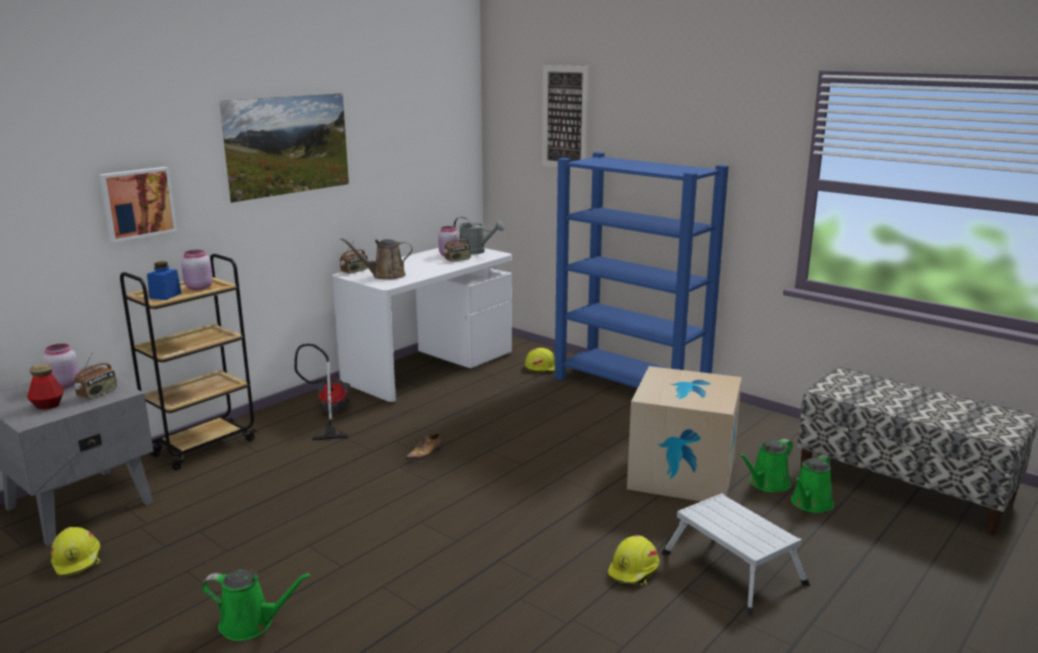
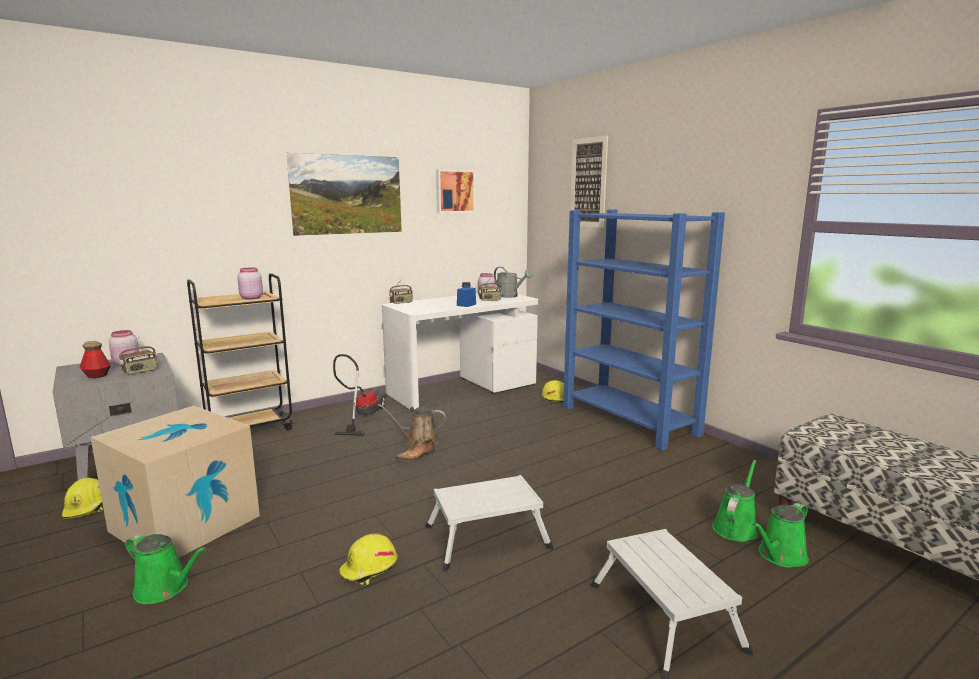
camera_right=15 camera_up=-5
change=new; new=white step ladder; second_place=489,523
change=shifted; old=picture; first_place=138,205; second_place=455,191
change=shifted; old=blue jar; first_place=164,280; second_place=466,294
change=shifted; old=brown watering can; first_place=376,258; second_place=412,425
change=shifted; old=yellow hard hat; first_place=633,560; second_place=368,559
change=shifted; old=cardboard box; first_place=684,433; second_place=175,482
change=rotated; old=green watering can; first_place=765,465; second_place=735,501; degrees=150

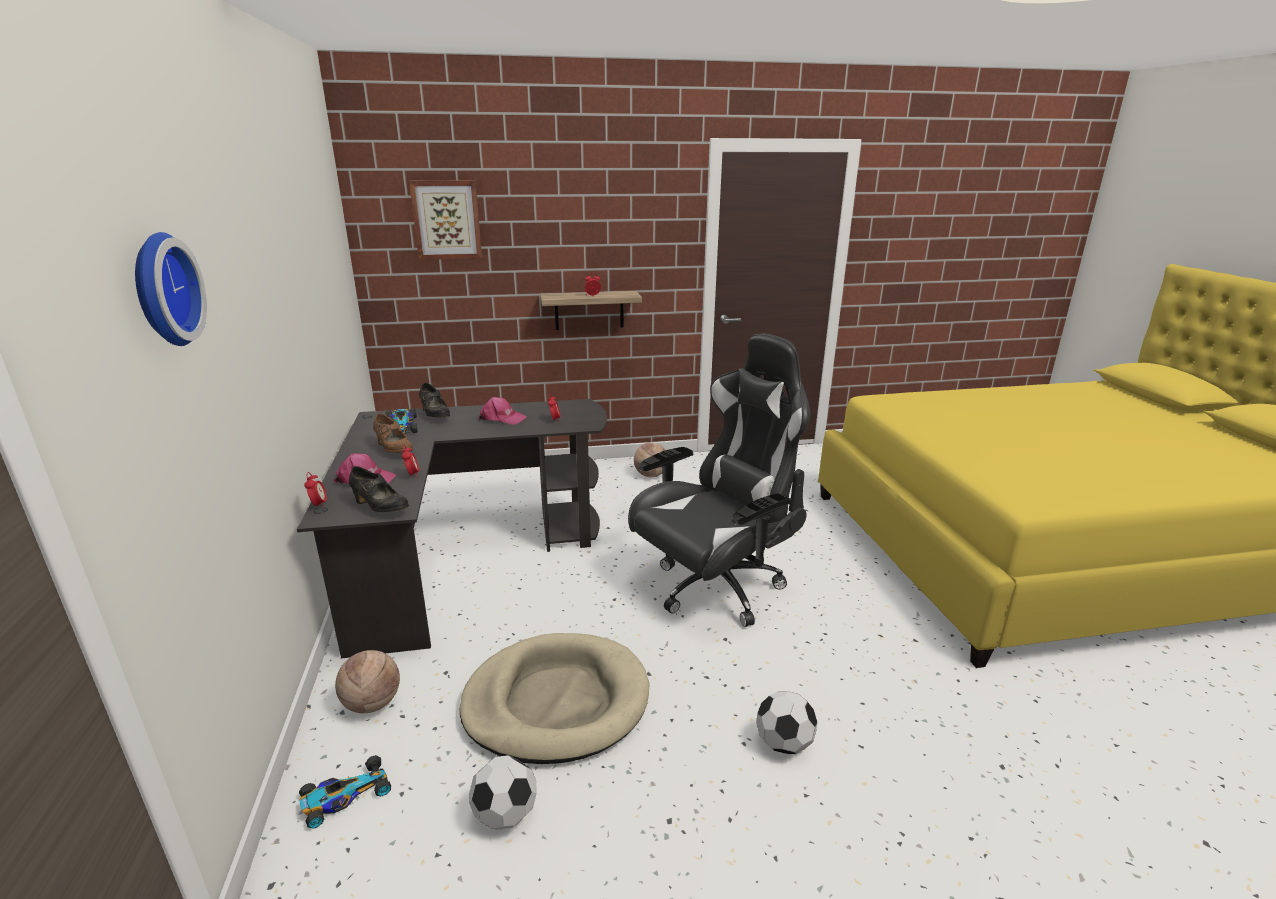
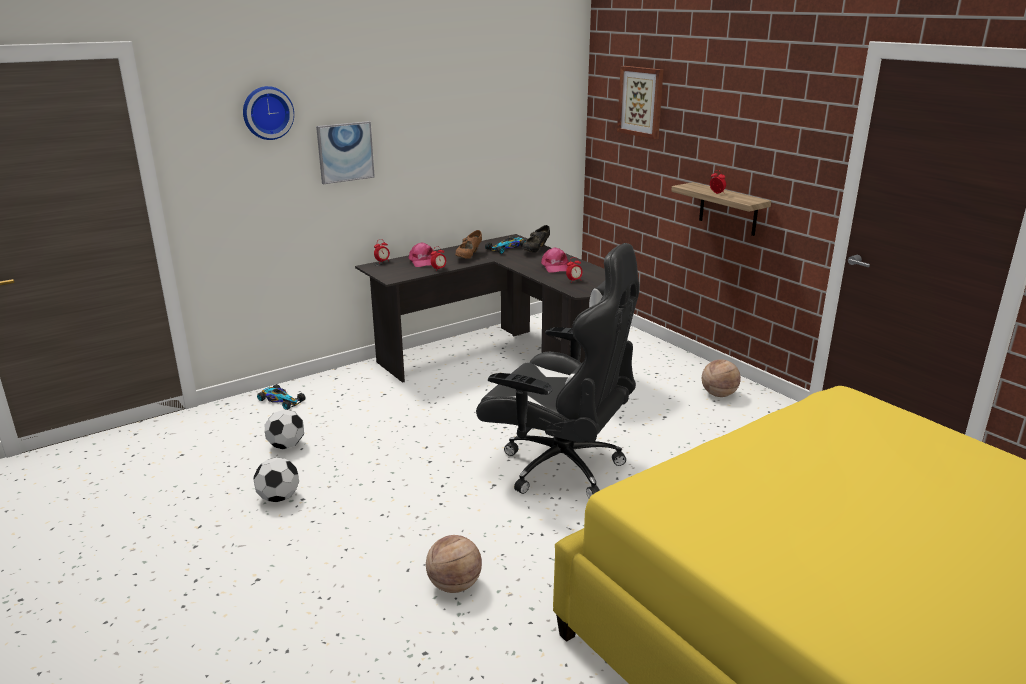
camera_right=65 camera_up=0
change=gone; old=black shoe; first_place=379,489
change=gone; old=beige dog bed; first_place=555,698
change=new; new=picture; second_place=345,152
change=shifted; old=basketball; first_place=367,681; second_place=454,564
change=shifted; old=football; first_place=786,722; second_place=276,479

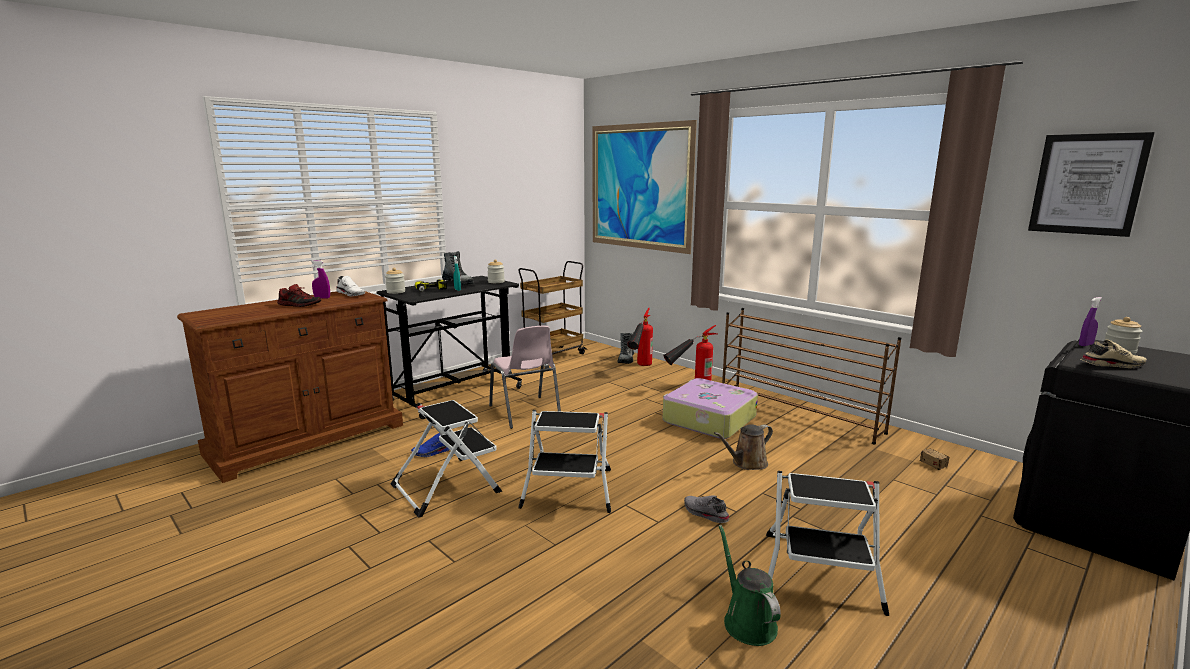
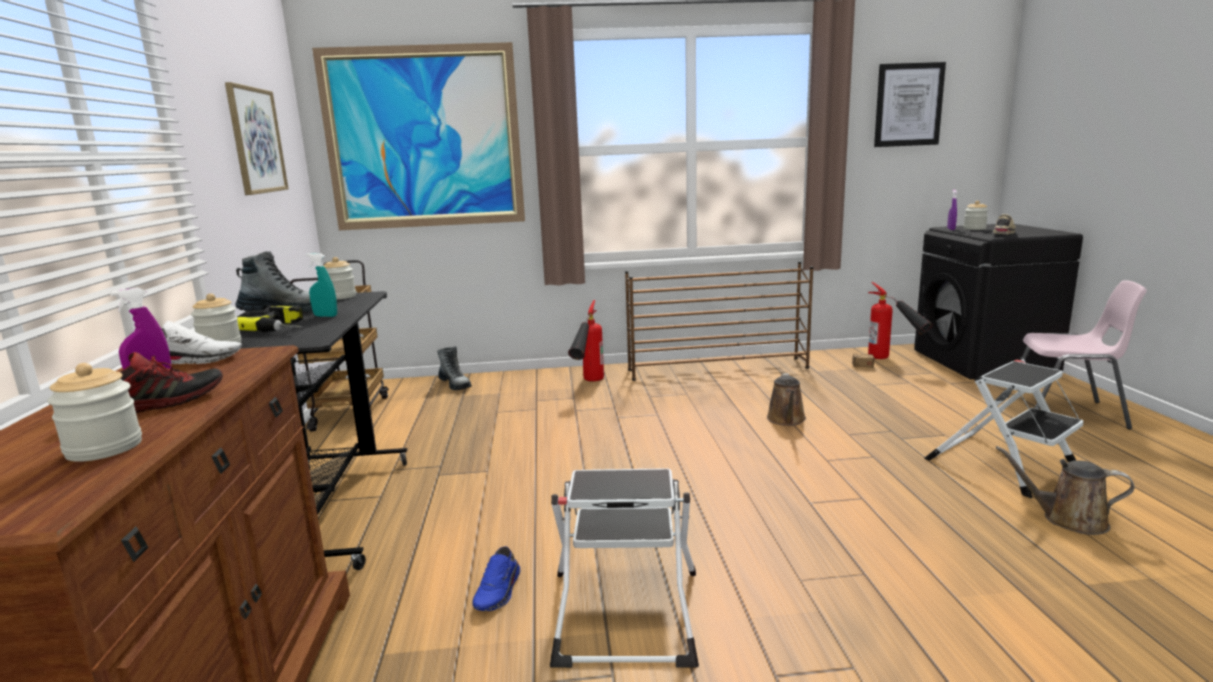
camera_right=-50 camera_up=0
change=gone; old=step ladder; first_place=564,461
change=gone; old=suitcase; first_place=710,408
change=gone; old=grey shoe; first_place=707,509
change=new; new=jar; second_place=94,412
change=new; new=picture; second_place=257,138
change=shifted; old=pink chair; first_place=525,377; second_place=1077,354
change=shifted; old=fire extinguisher; first_place=640,337; second_place=900,320
change=repainted; old=green watering can; new=brown watering can; first_place=750,585; second_place=1065,490

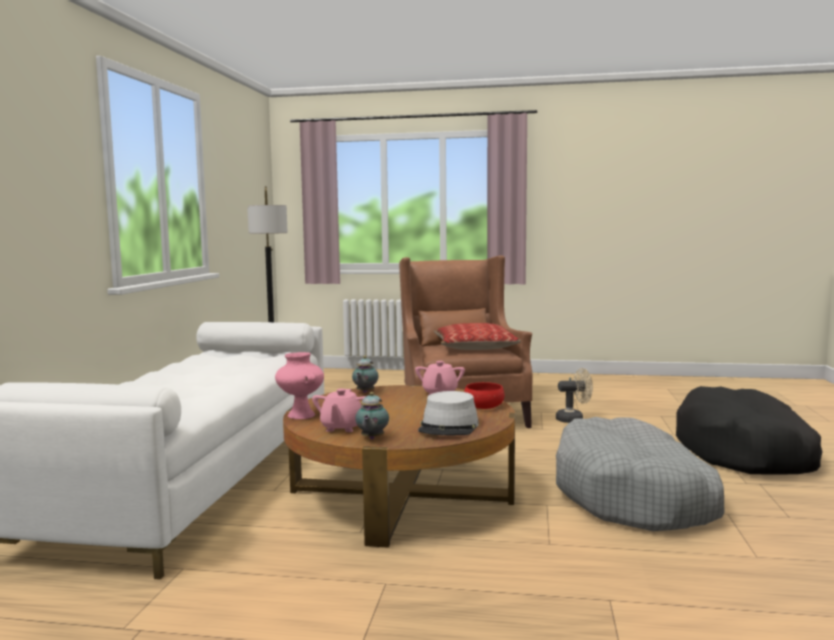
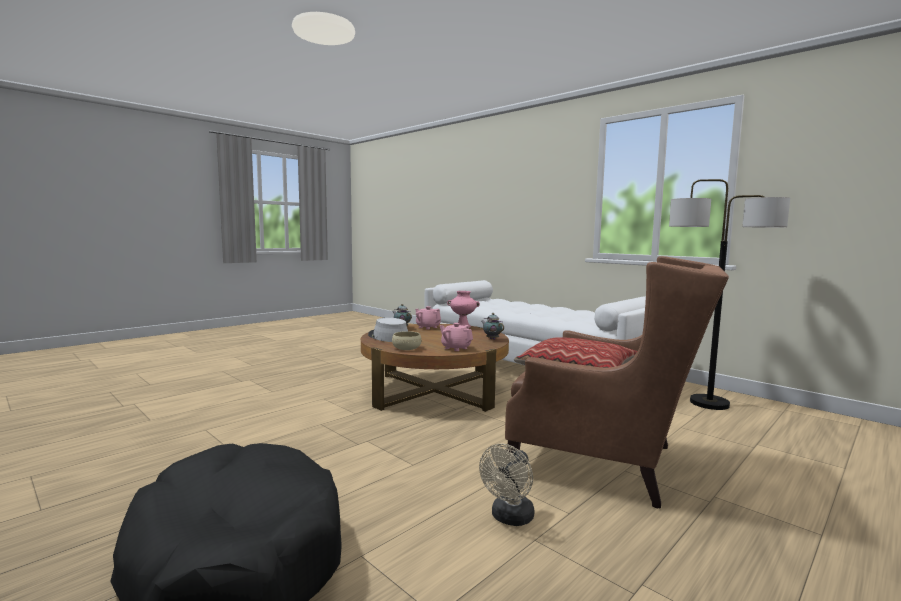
camera_right=125 camera_up=0
change=gone; old=grey dog bed; first_place=640,474
change=repainted; old=red bowl; new=beige bowl; first_place=484,395; second_place=407,340

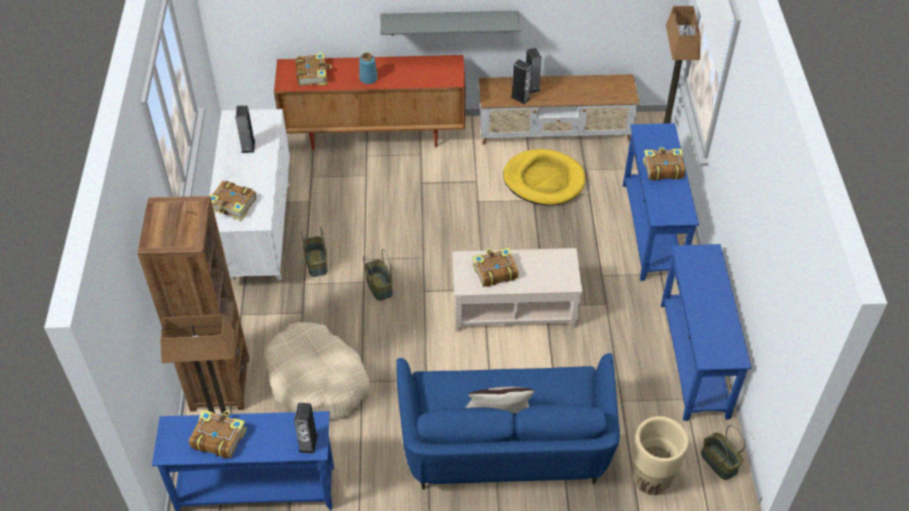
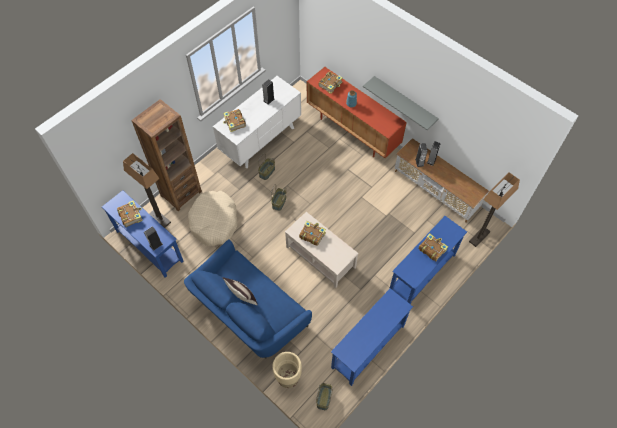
camera_right=45 camera_up=10
change=gone; old=yellow dog bed; first_place=544,177

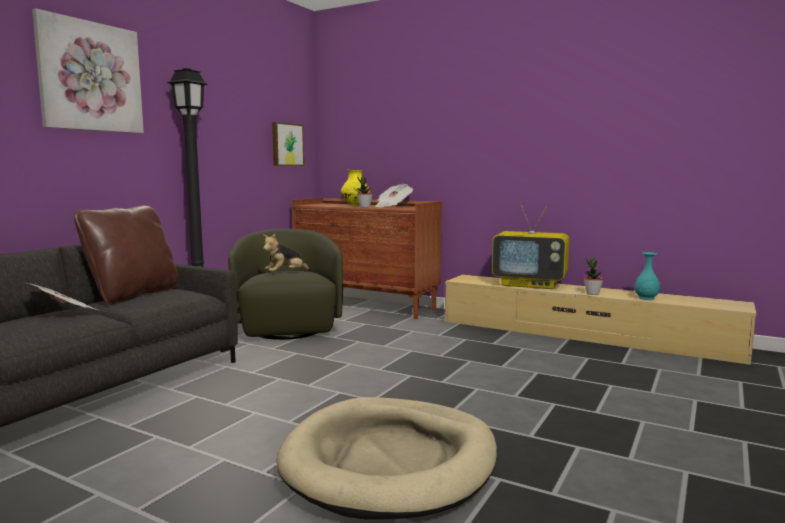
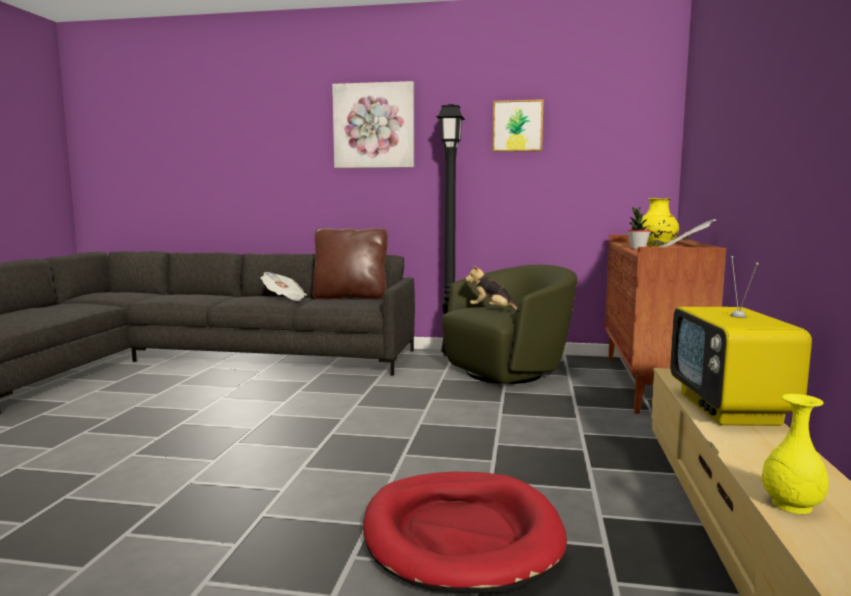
camera_right=70 camera_up=0
change=gone; old=beige dog bed; first_place=386,458
change=gone; old=potted plant; first_place=594,276
change=new; new=red dog bed; second_place=465,532
change=shifted; old=picture; first_place=288,144; second_place=518,125
change=repainted; old=turquoise vase; new=yellow vase; first_place=647,276; second_place=795,454

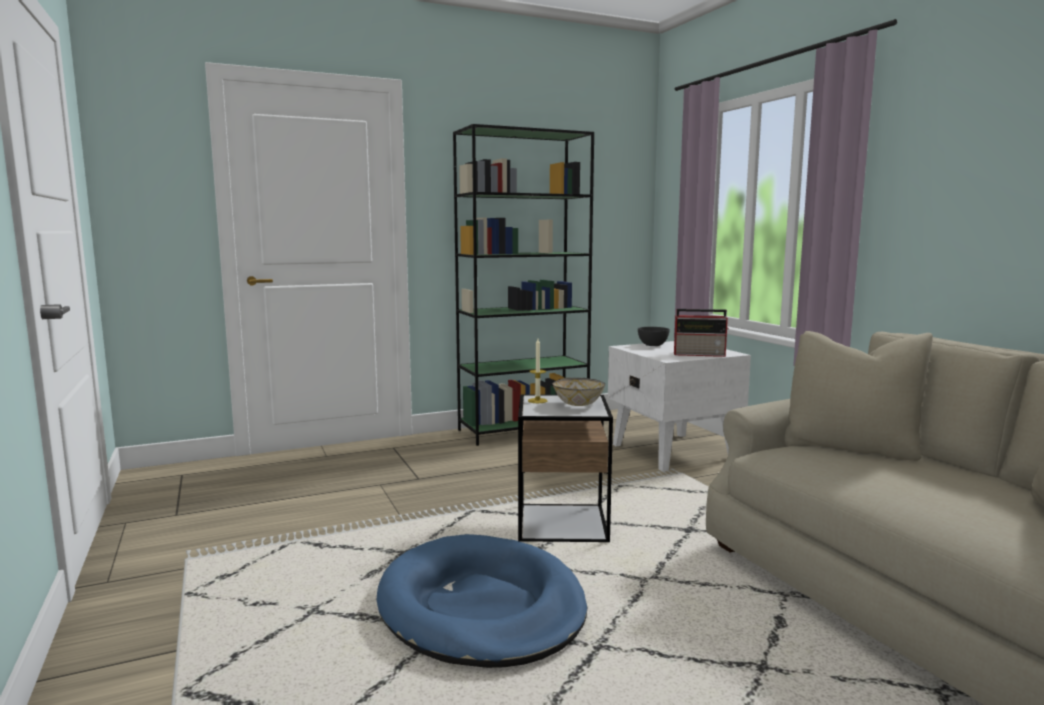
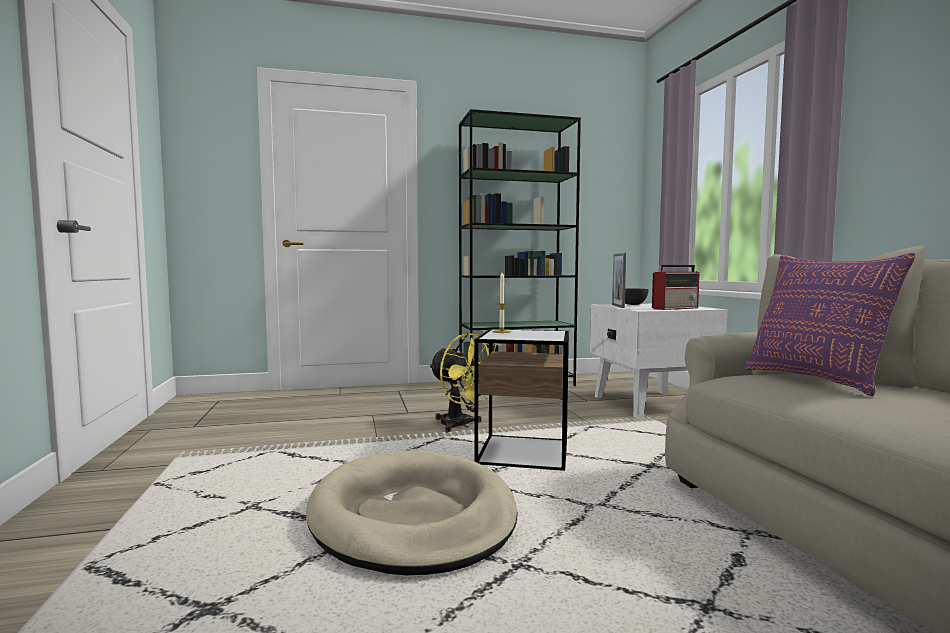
camera_right=10 camera_up=-5
change=gone; old=bowl; first_place=579,392
change=new; new=yellow fan; second_place=462,382
change=new; new=picture frame; second_place=619,280
change=new; new=purple pillow; second_place=830,324
change=repainted; old=blue dog bed; new=beige dog bed; first_place=482,601; second_place=412,512
change=rotated; old=radio; first_place=701,333; second_place=676,287; degrees=-45

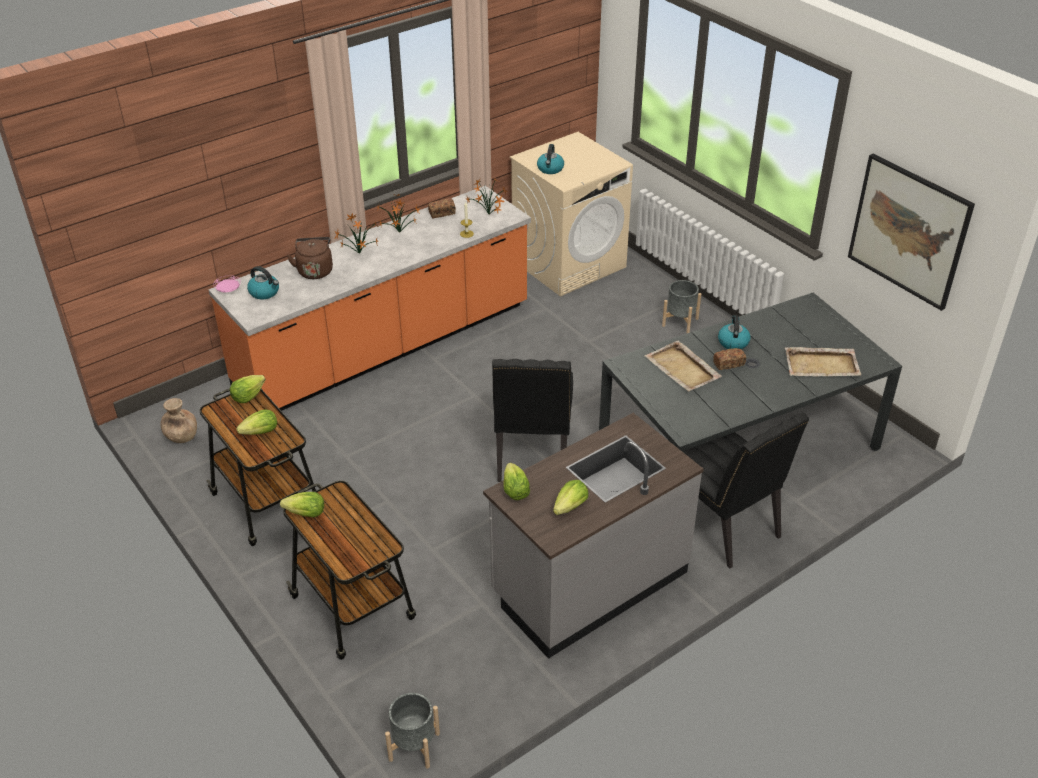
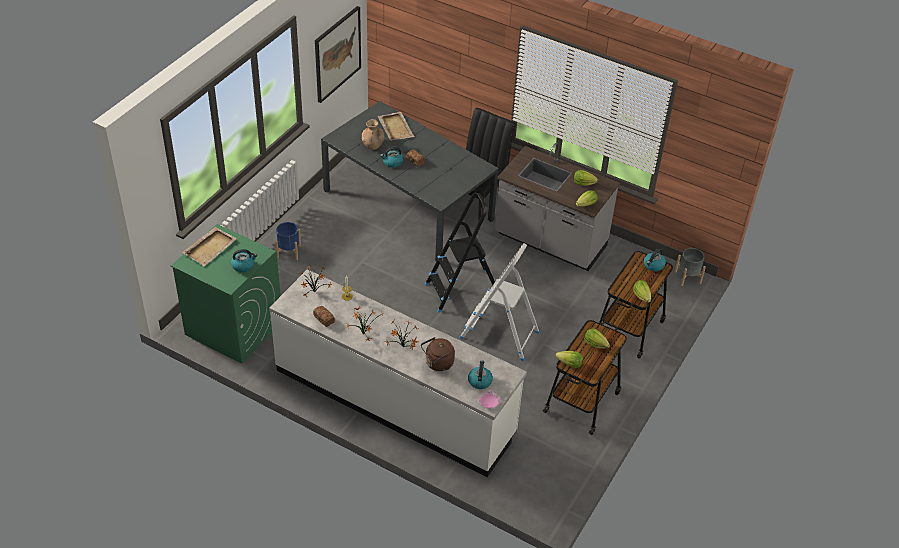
camera_right=-115 camera_up=5
change=new; new=white step ladder; second_place=499,302
change=new; new=kettle; second_place=655,259
change=shifted; old=brown vase; first_place=178,420; second_place=373,134
change=shifted; old=beige tray; first_place=683,366; second_place=209,246
change=swapped; old=black chair; new=black step ladder; first_place=532,420; second_place=460,252
change=repainted; old=orange counter; new=white counter; first_place=370,299; second_place=398,373
change=repainted; old=beige washing machine; new=green washing machine; first_place=571,214; second_place=226,294
change=repainted; old=grey planter; new=blue planter; first_place=681,306; second_place=288,241

